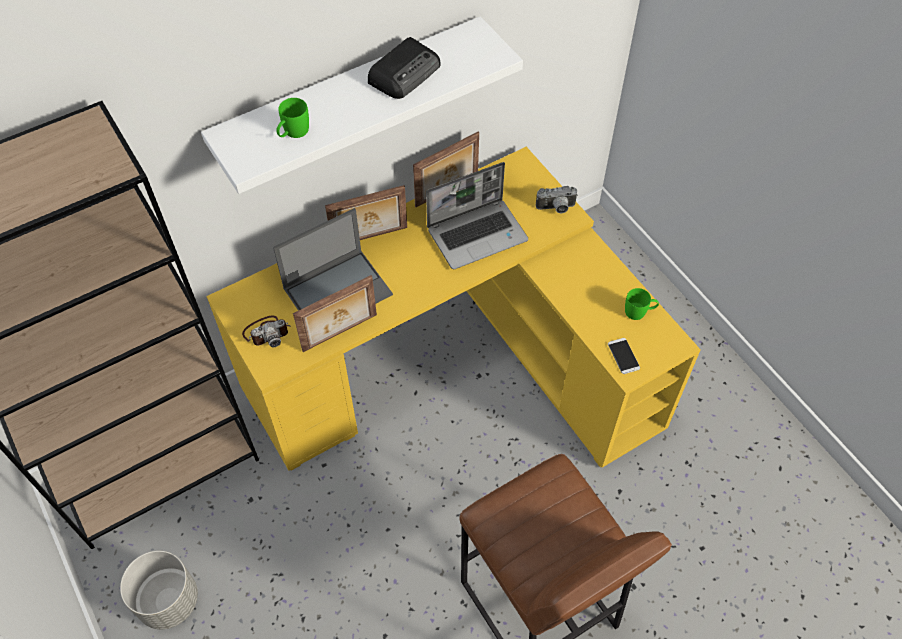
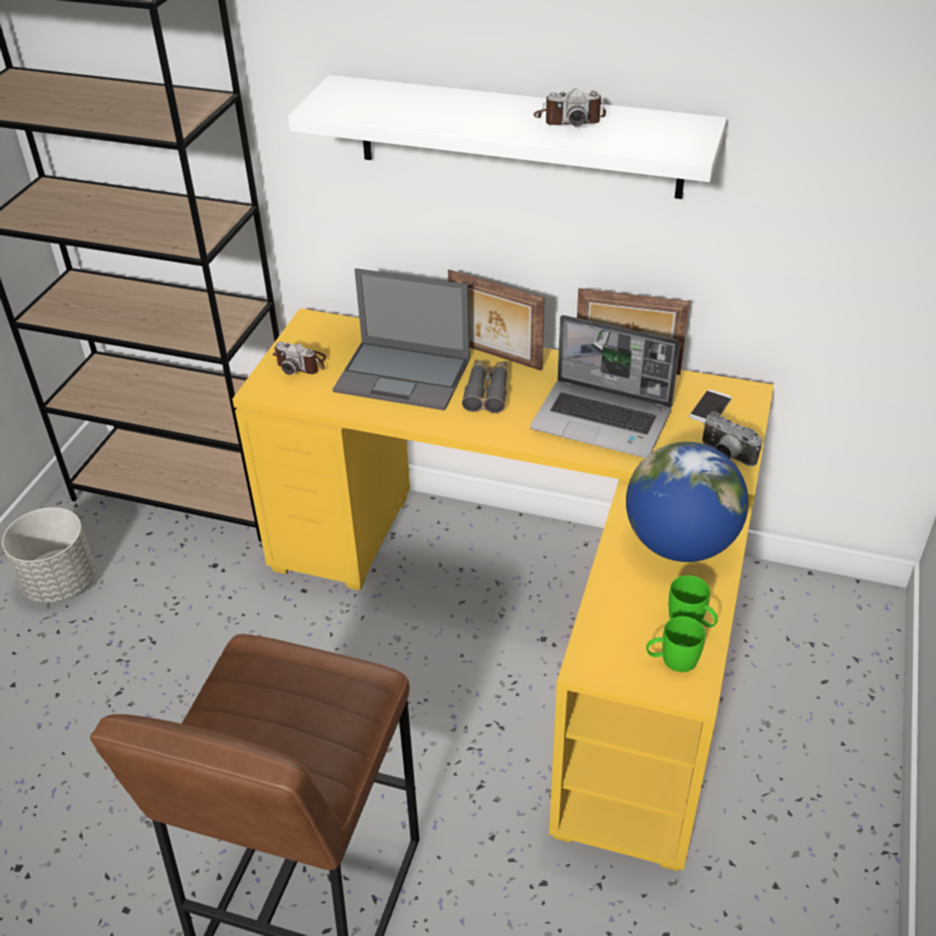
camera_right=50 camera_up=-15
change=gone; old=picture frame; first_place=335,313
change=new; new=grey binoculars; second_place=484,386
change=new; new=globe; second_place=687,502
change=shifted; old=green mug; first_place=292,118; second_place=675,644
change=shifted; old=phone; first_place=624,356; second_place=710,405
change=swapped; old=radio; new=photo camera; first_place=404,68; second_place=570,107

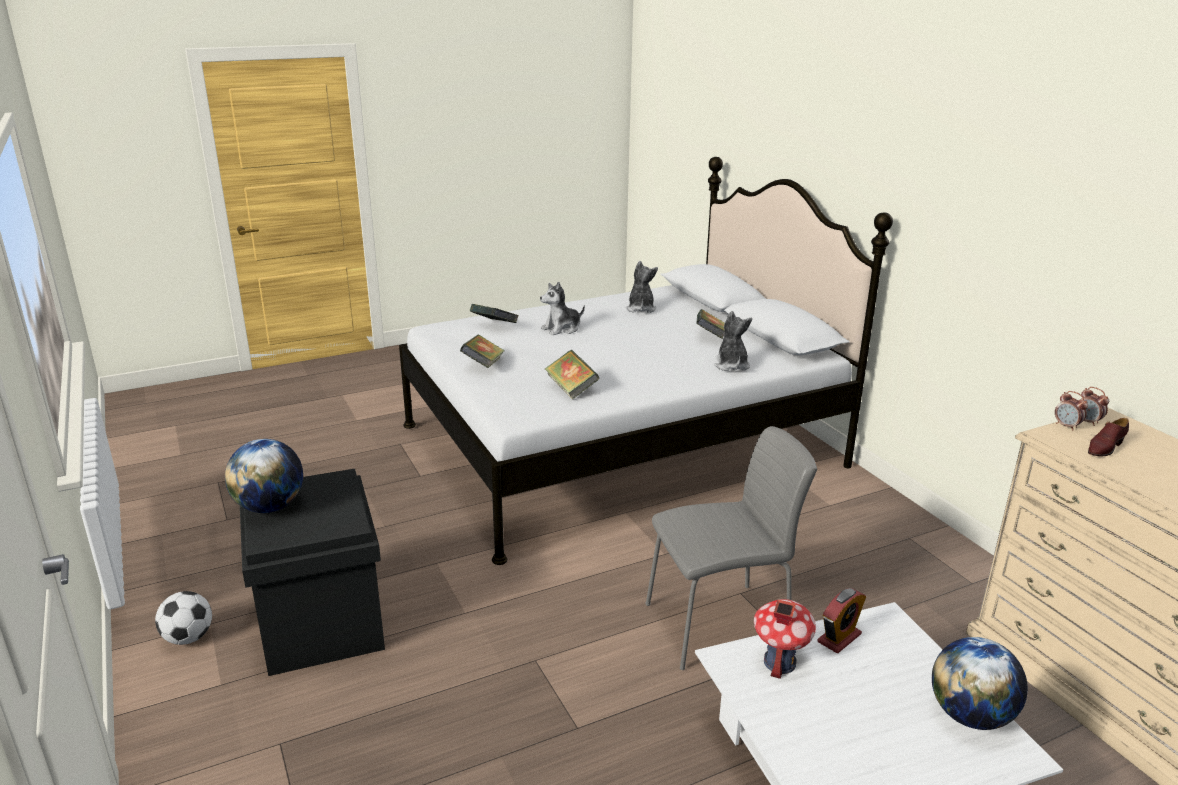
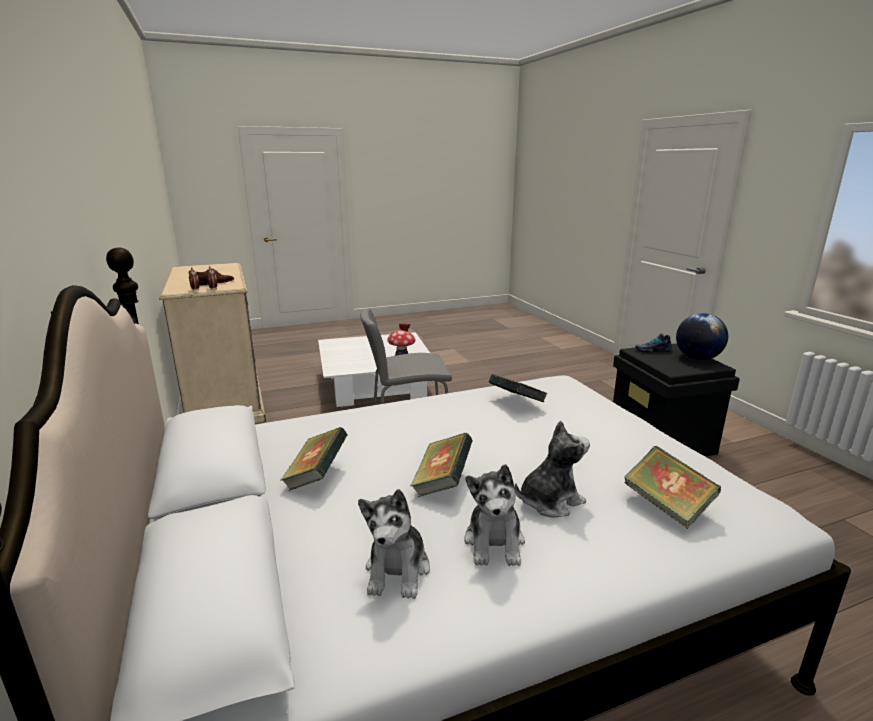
camera_right=-175 camera_up=-5
change=gone; old=football; first_place=183,618
change=gone; old=alarm clock; first_place=841,620
change=gone; old=globe; first_place=980,683
change=new; new=shoe; second_place=653,343
change=shifted; old=book; first_place=482,351; second_place=441,465
change=shifted; old=plush toy; first_place=733,341; second_place=494,515

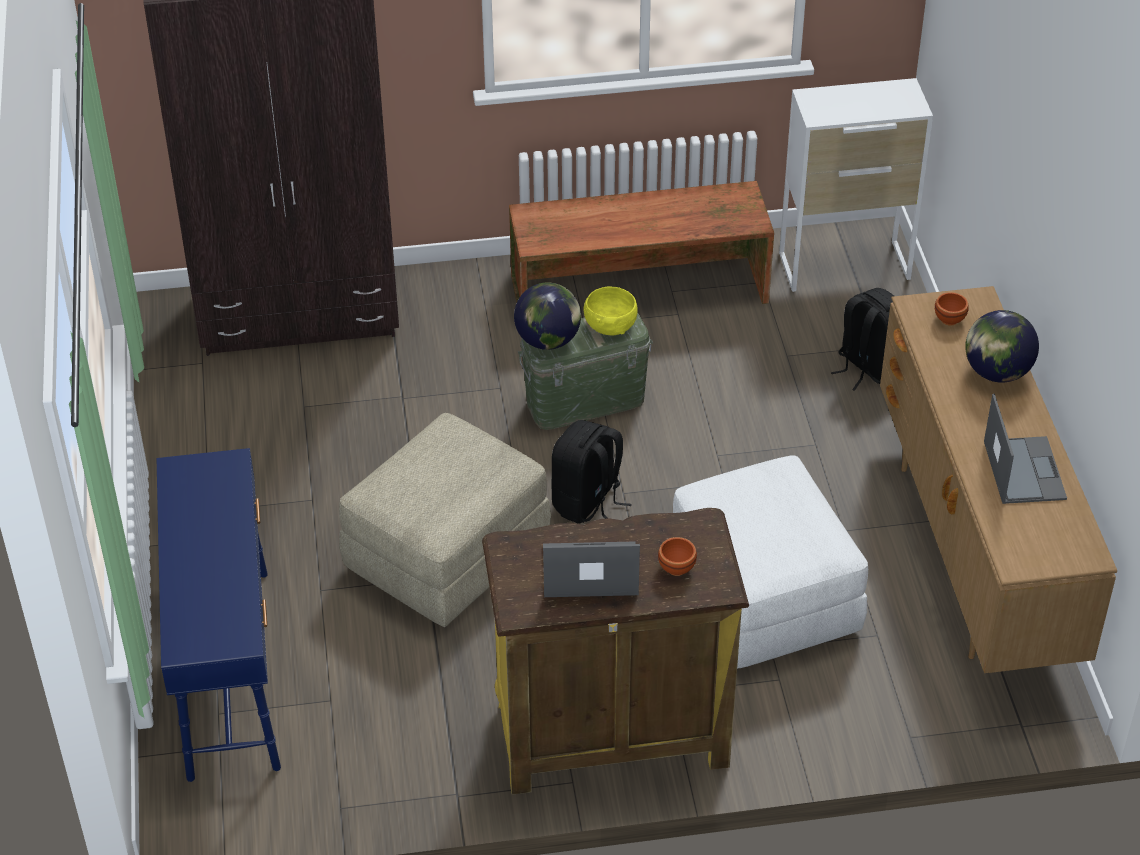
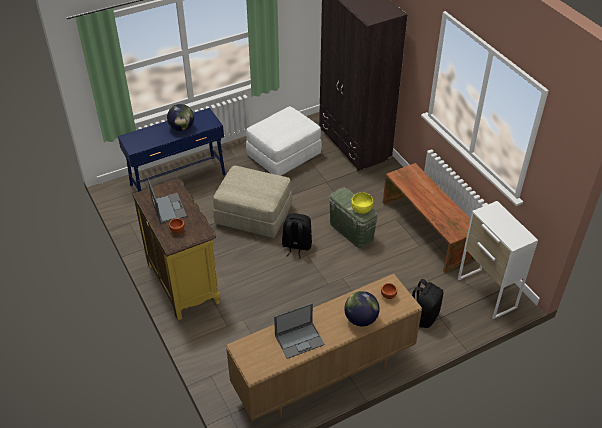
camera_right=70 camera_up=0
change=shifted; old=globe; first_place=547,316; second_place=180,117
change=shifted; old=white ottoman; first_place=770,562; second_place=284,141

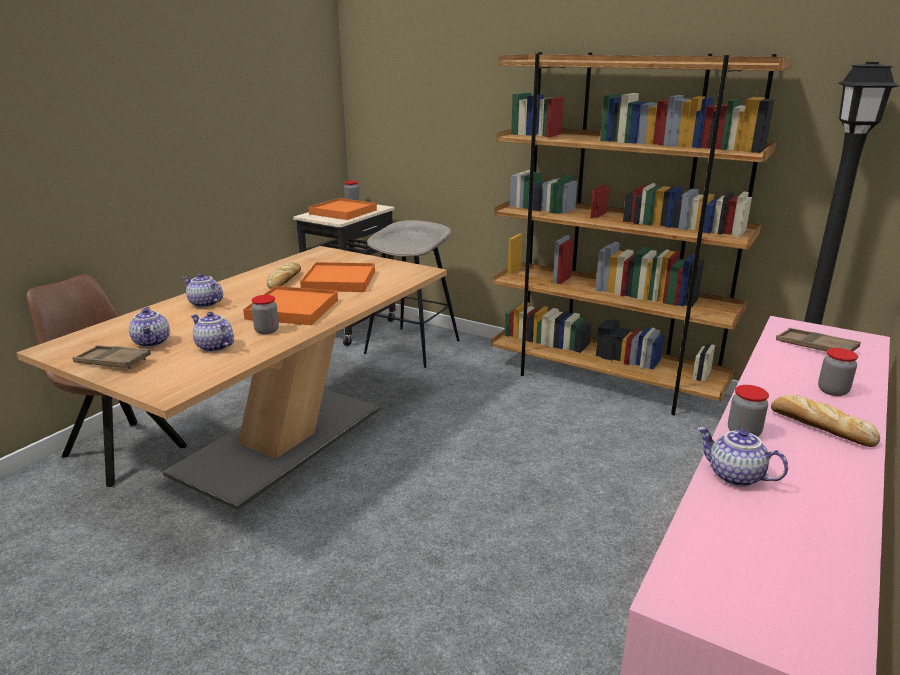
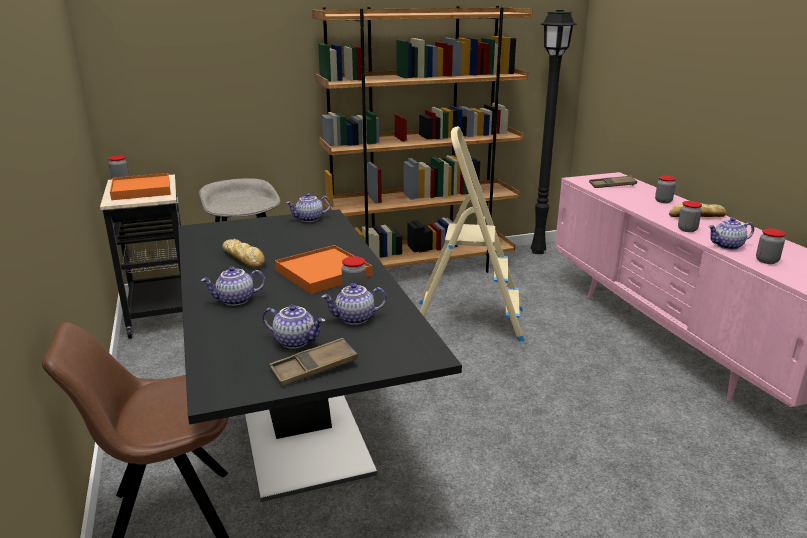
camera_right=-50 camera_up=0
change=gone; old=orange tray; first_place=337,277
change=new; new=teapot; second_place=308,207
change=new; new=beige step ladder; second_place=472,233
change=new; new=jar; second_place=771,246
change=repainted; old=beige dining table; new=black dining table; first_place=232,378; second_place=320,355

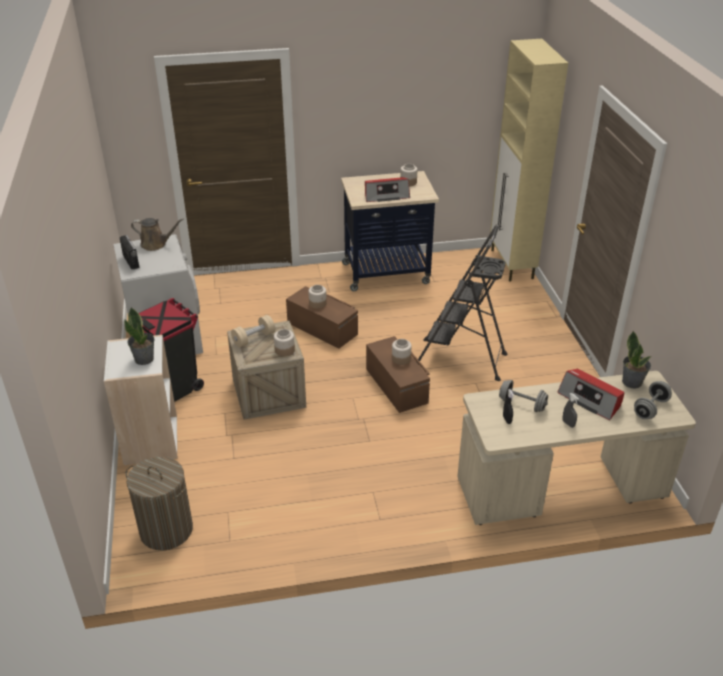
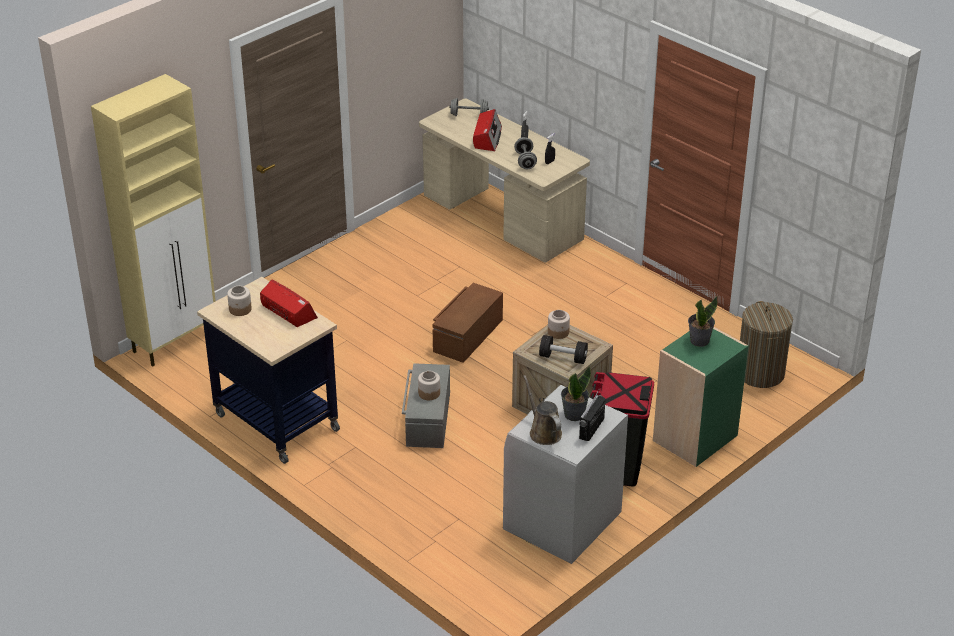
camera_right=-125 camera_up=0
change=gone; old=jar; first_place=402,352
change=gone; old=step ladder; first_place=462,302
change=shifted; old=potted plant; first_place=636,359; second_place=576,393
change=repainted; old=white bookcase; new=green bookcase; first_place=141,400; second_place=701,397
change=repainted; old=beige dumbbell; new=black dumbbell; first_place=253,331; second_place=563,349
change=repainted; old=brown storage box; new=grey storage box; first_place=322,317; second_place=426,405

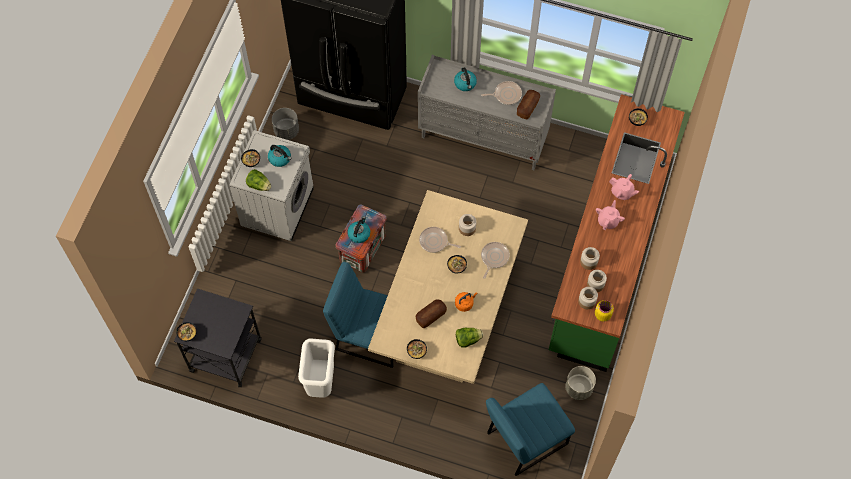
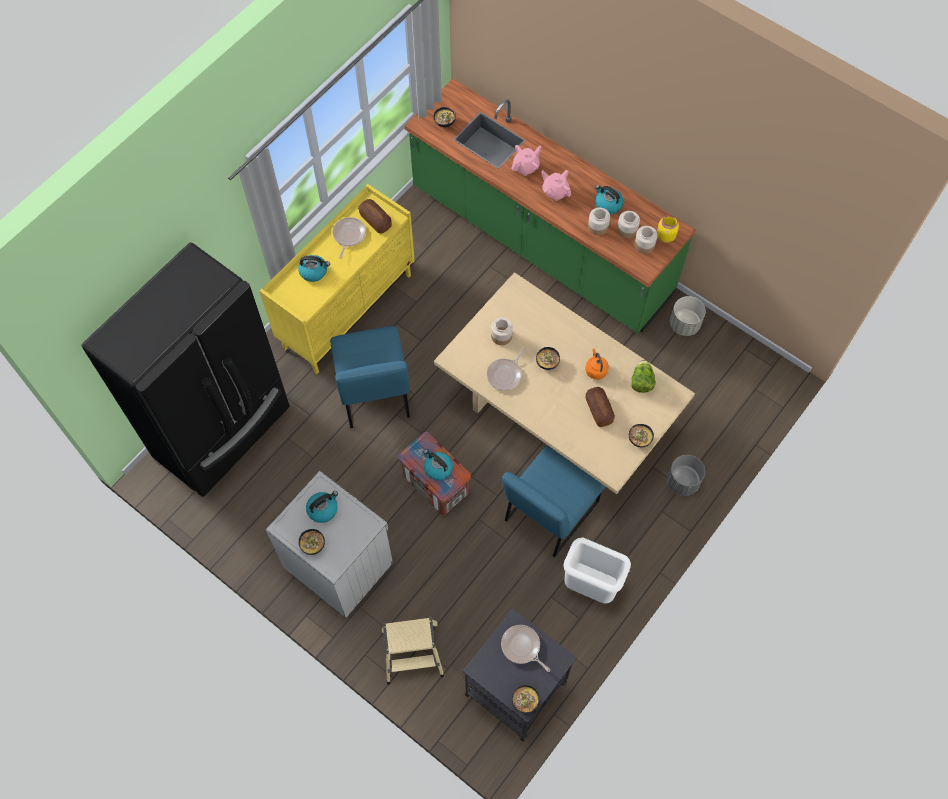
camera_right=-70 camera_up=0
change=gone; old=lettuce; first_place=258,180
change=new; new=beige step ladder; second_place=412,651
change=new; new=kettle; second_place=609,199
change=shifted; old=grey planter; first_place=285,124; second_place=686,475
change=shifted; old=frying pan; first_place=495,260; second_place=526,648
change=shifted; old=blue chair; first_place=530,429; second_place=370,377
change=repainted; old=grey cabinet; new=yellow cabinet; first_place=487,112; second_place=337,279

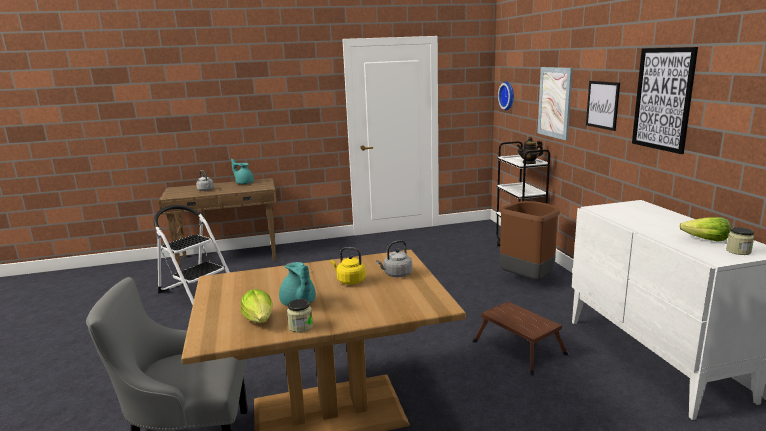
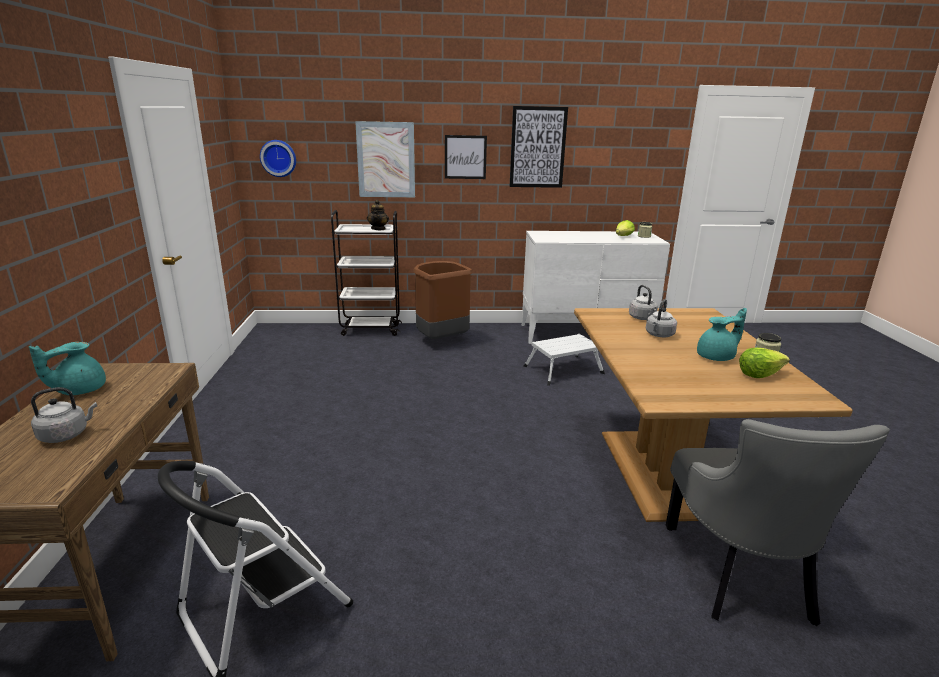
camera_right=-80 camera_up=5
change=repainted; old=yellow kettle; new=grey kettle; first_place=348,266; second_place=661,318
change=repainted; old=brown step ladder; new=white step ladder; first_place=520,338; second_place=564,360

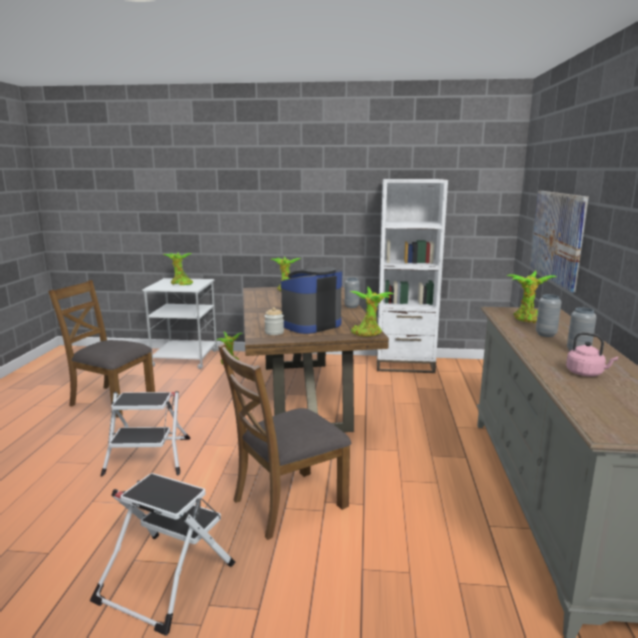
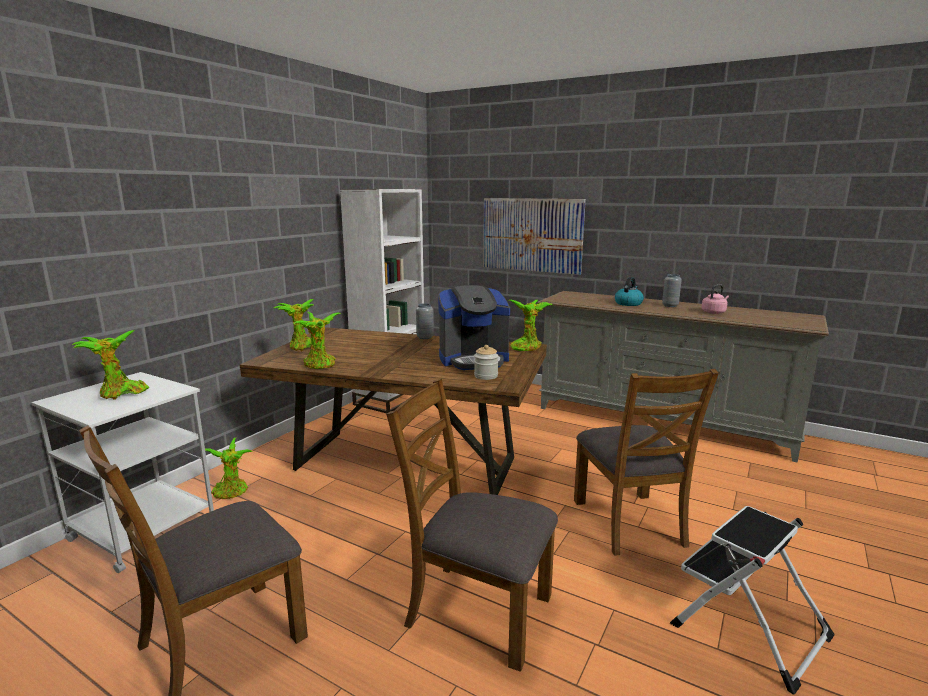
camera_right=-65 camera_up=0
change=shifted; old=potted plant; first_place=531,297; second_place=317,340
change=swapped; old=step ladder; new=brown chair; first_place=145,434; second_place=472,525
change=swapped; old=grey vase; new=kettle; first_place=548,315; second_place=629,291
change=rotated; old=coffee machine; first_place=311,300; second_place=474,327; degrees=-90

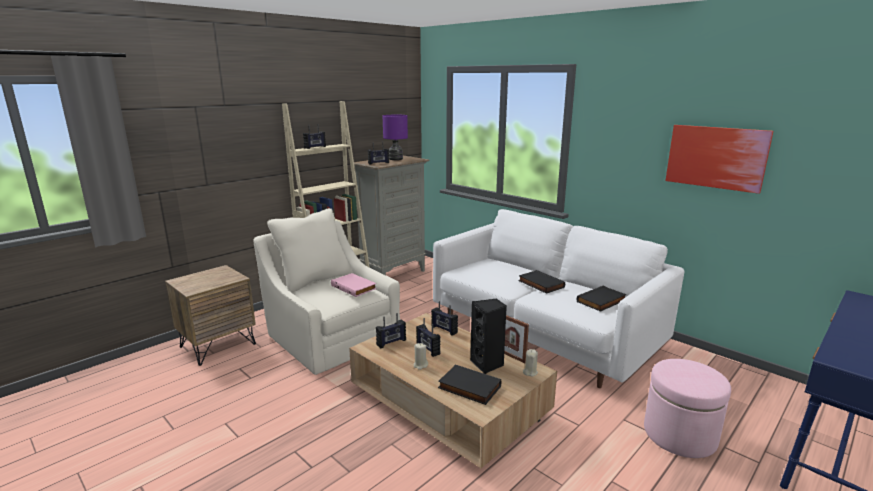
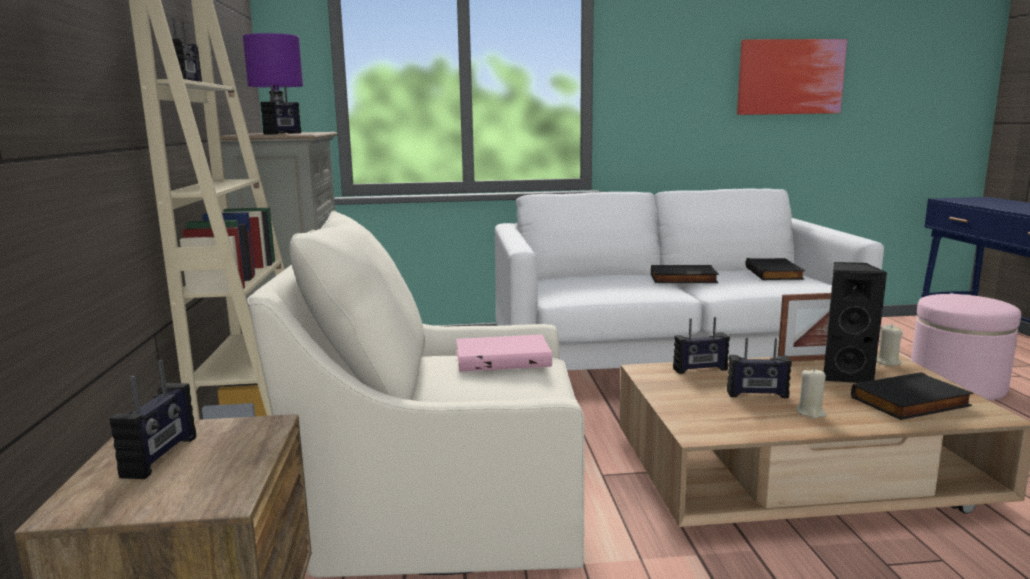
camera_right=-50 camera_up=-5
change=shifted; old=radio; first_place=391,331; second_place=153,419

